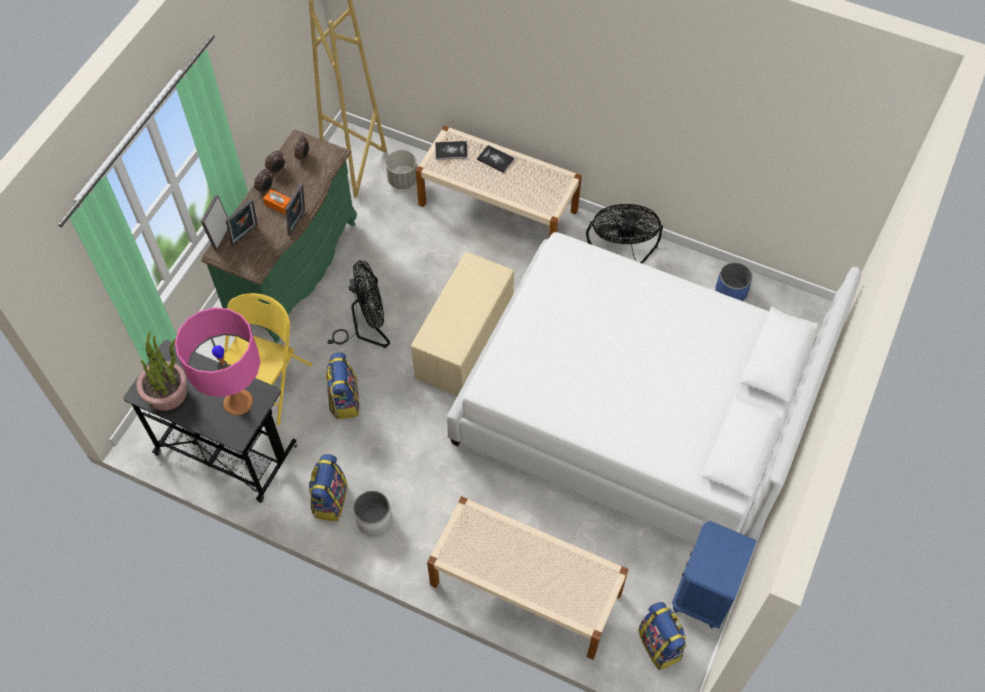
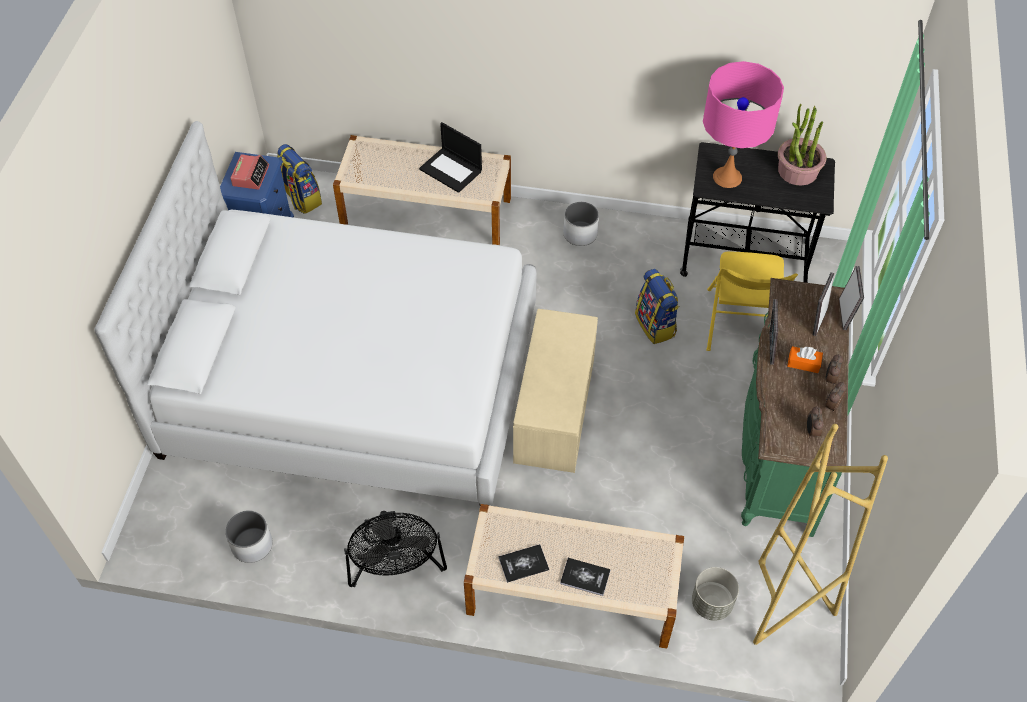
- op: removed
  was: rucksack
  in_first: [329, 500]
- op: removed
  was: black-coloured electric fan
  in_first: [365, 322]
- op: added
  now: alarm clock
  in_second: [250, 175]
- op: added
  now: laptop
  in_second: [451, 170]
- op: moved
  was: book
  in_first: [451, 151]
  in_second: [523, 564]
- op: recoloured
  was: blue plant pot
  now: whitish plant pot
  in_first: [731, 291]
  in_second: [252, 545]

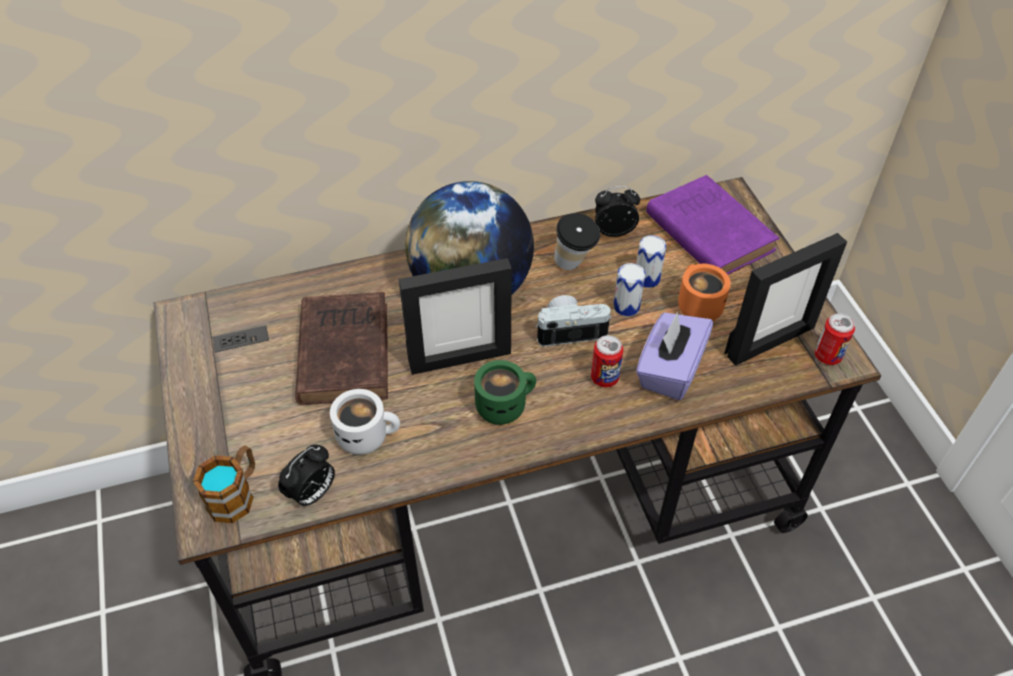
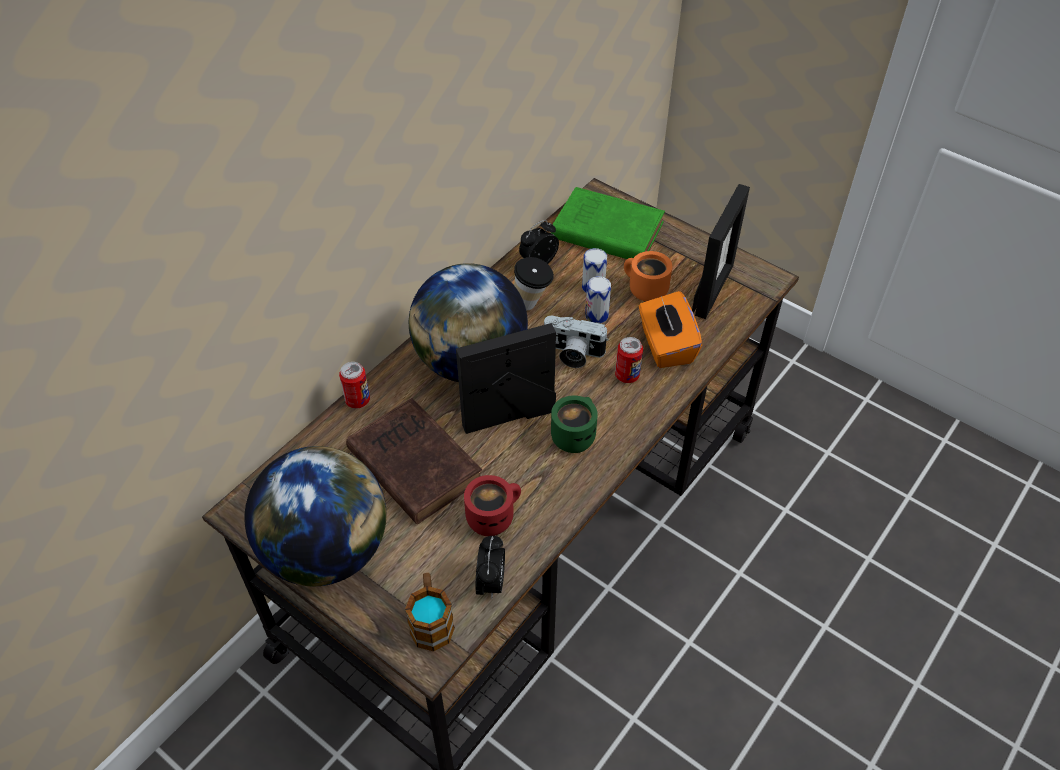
- op: added
  now: globe
  in_second: [327, 551]
- op: moved
  was: can
  in_first: [827, 356]
  in_second: [357, 400]
- op: recoloured
  was: whitish mug
  now: reddish mug
  in_first: [367, 435]
  in_second: [492, 515]
- op: recoloured
  was: purple-coloured tissue box
  now: orange-coloured tissue box
  in_first: [669, 370]
  in_second: [665, 346]
- op: recoloured
  was: purple-coloured book
  now: green-coloured book
  in_first: [707, 230]
  in_second: [604, 230]
- op: turned
  was: standing frame
  in_first: [459, 357]
  in_second: [509, 418]
  clockwise: -150
- op: turned
  was: still camera
  in_first: [570, 329]
  in_second: [572, 353]
  clockwise: -120

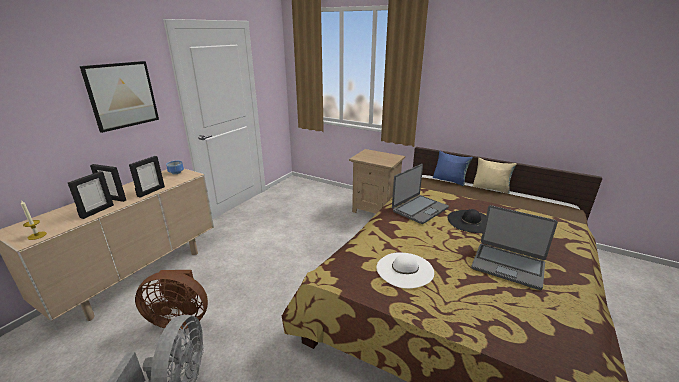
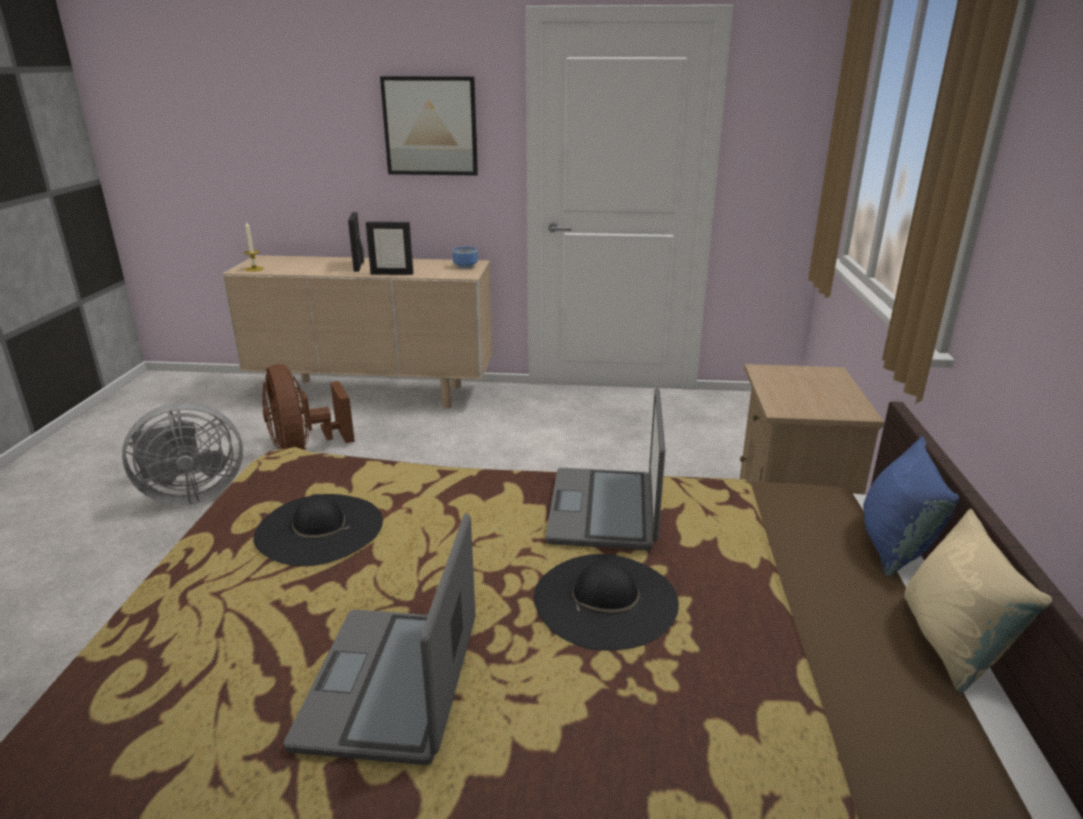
- op: removed
  was: standing frame
  in_first: [97, 211]
- op: recoloured
  was: whitish hat
  now: black-coloured hat
  in_first: [404, 269]
  in_second: [319, 528]
- op: turned
  was: laptop
  in_first: [419, 209]
  in_second: [605, 510]
  clockwise: 75

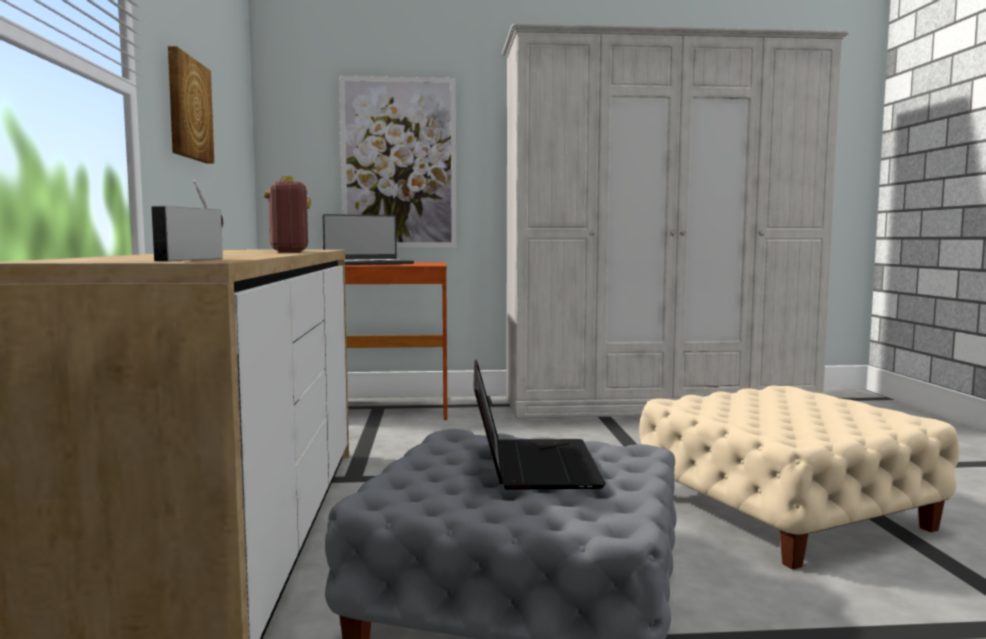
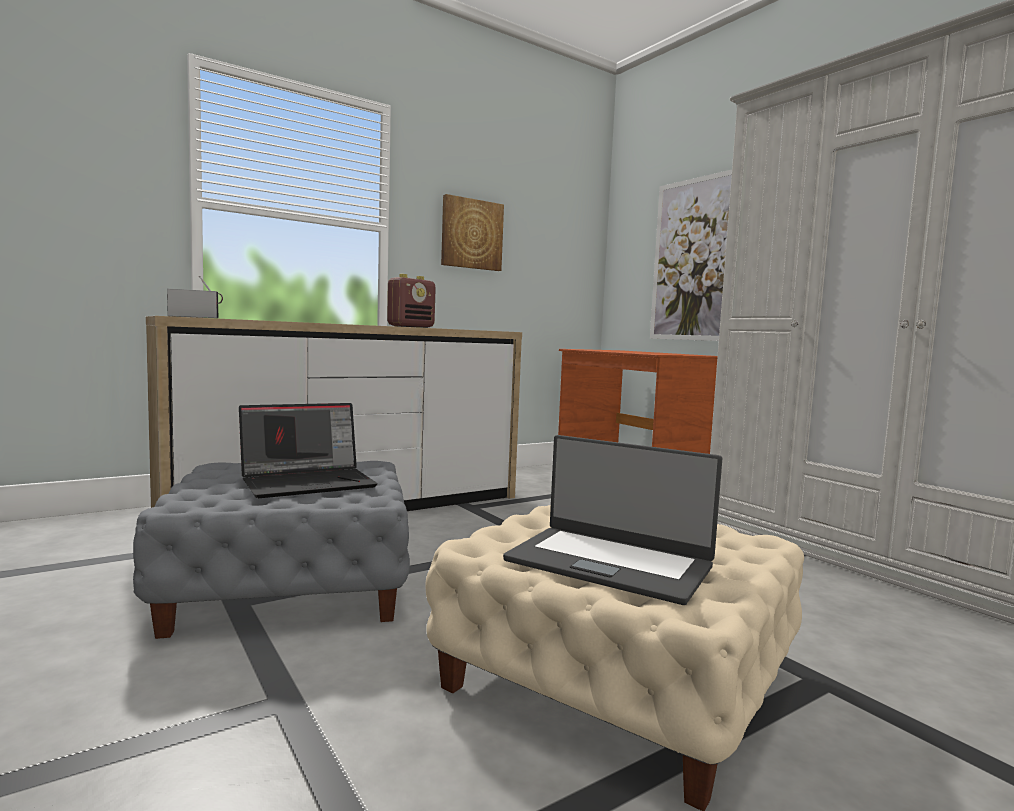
- op: moved
  was: laptop
  in_first: [368, 263]
  in_second: [610, 563]

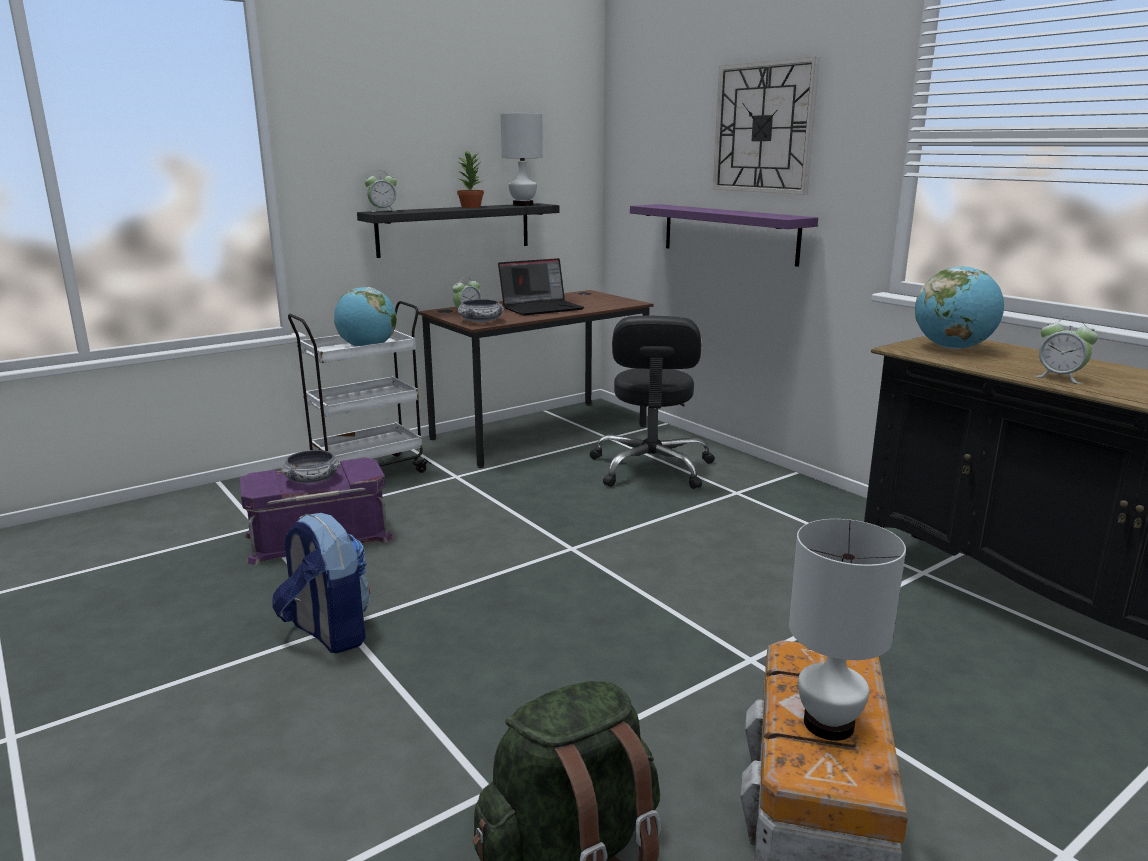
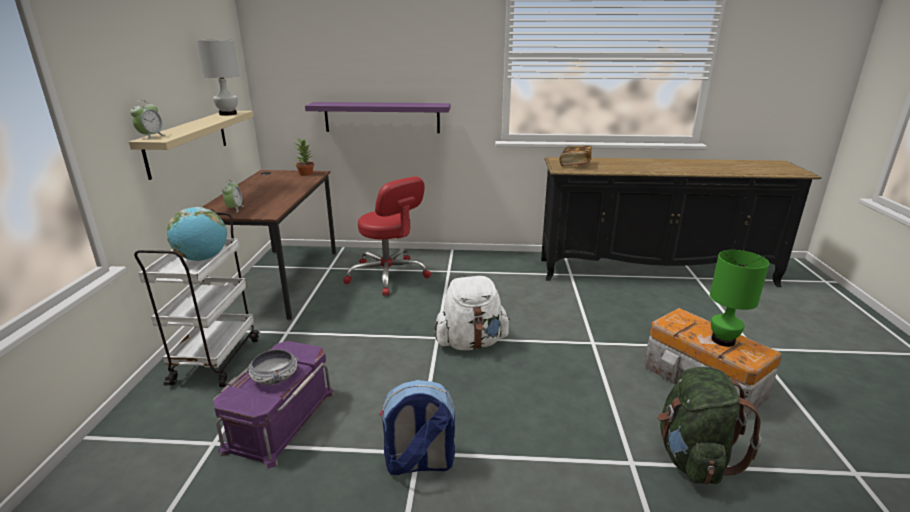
- op: removed
  was: serving bowl
  in_first: [481, 321]
- op: removed
  was: laptop
  in_first: [542, 308]
- op: removed
  was: clock on the wall
  in_first: [763, 128]
- op: removed
  was: alarm clock
  in_first: [1060, 377]
- op: added
  now: whitish rucksack
  in_second: [471, 343]
- op: moved
  was: plant in a pot
  in_first: [471, 207]
  in_second: [306, 174]
- op: replaced
  was: globe
  now: book
  in_first: [953, 348]
  in_second: [575, 164]
- op: recoloured
  was: black-coloured wall shelf
  now: sand-coloured wall shelf
  in_first: [455, 229]
  in_second: [188, 142]
- op: recoloured
  was: black-coloured computer chair
  now: reddish computer chair
  in_first: [651, 470]
  in_second: [389, 277]
- op: recoloured
  was: whitish tabletop lamp
  now: green-coloured tabletop lamp
  in_first: [827, 723]
  in_second: [722, 340]

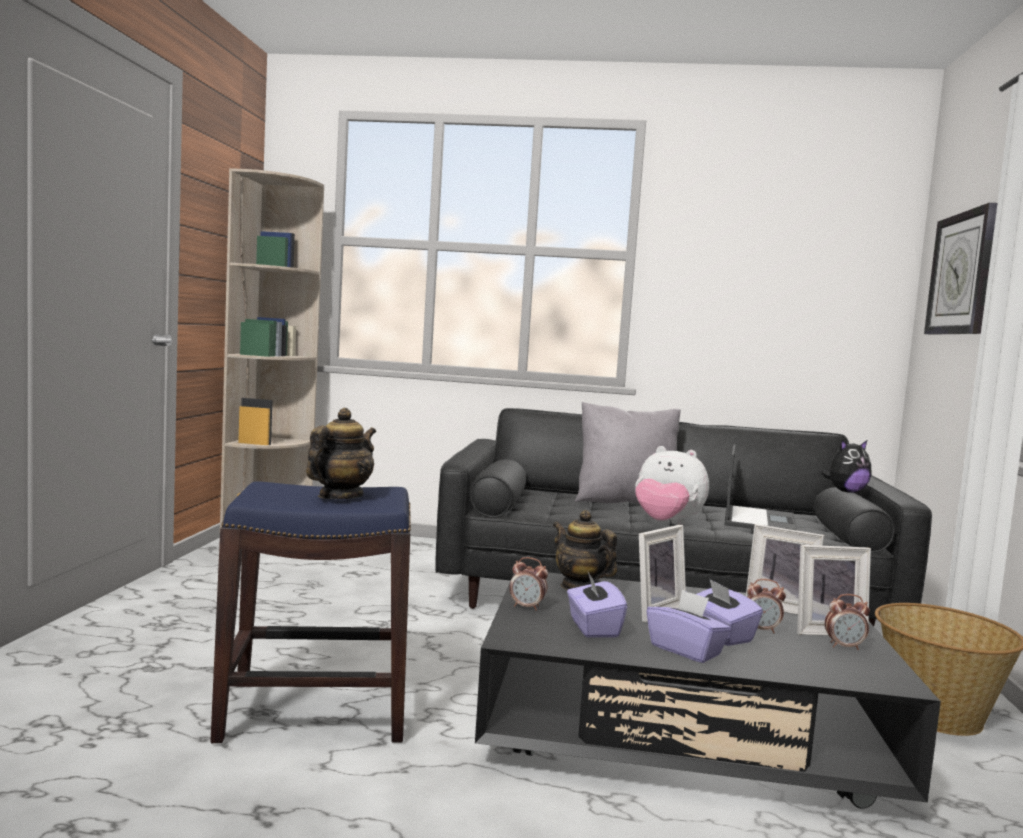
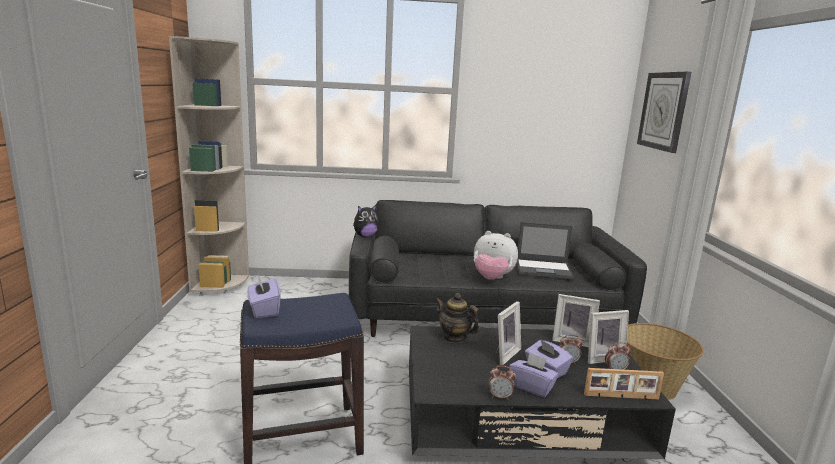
- op: removed
  was: pot for tea
  in_first: [340, 496]
- op: removed
  was: grey cushion
  in_first: [625, 502]
- op: added
  now: standing frame
  in_second: [621, 397]
- op: moved
  was: alarm clock
  in_first: [527, 607]
  in_second: [500, 397]
- op: moved
  was: purple-coloured tissue box
  in_first: [593, 627]
  in_second: [264, 310]
- op: moved
  was: cuddly toy
  in_first: [845, 492]
  in_second: [365, 236]
- op: turned
  was: laptop
  in_first: [759, 520]
  in_second: [544, 269]
  clockwise: 90

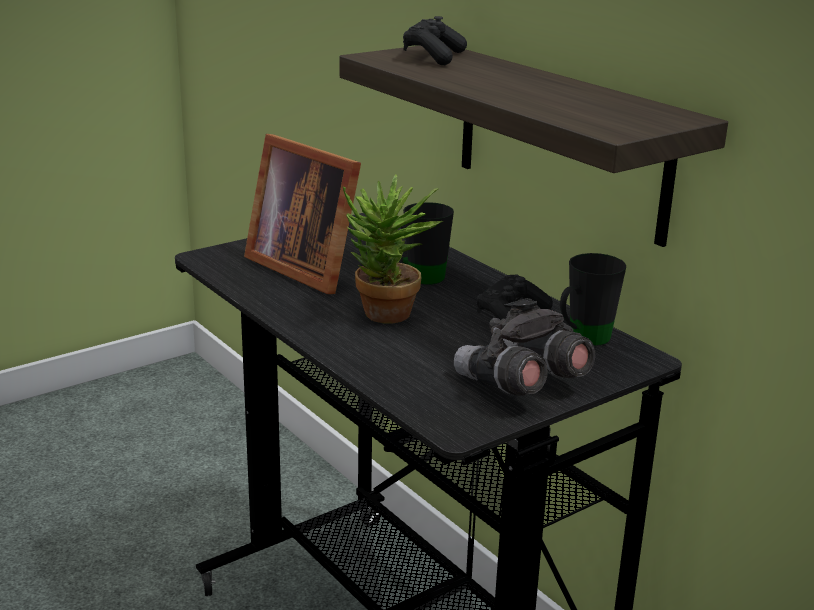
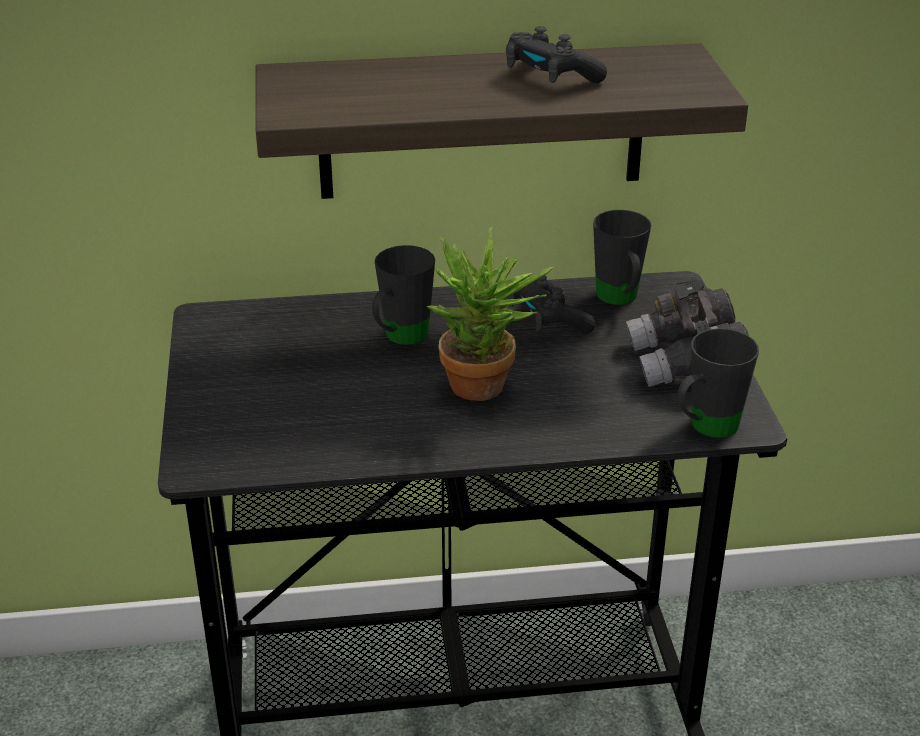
- op: removed
  was: standing frame
  in_first: [305, 267]
- op: added
  now: black-coloured mug
  in_second: [705, 429]
- op: moved
  was: black-coloured game controller
  in_first: [433, 57]
  in_second: [550, 77]

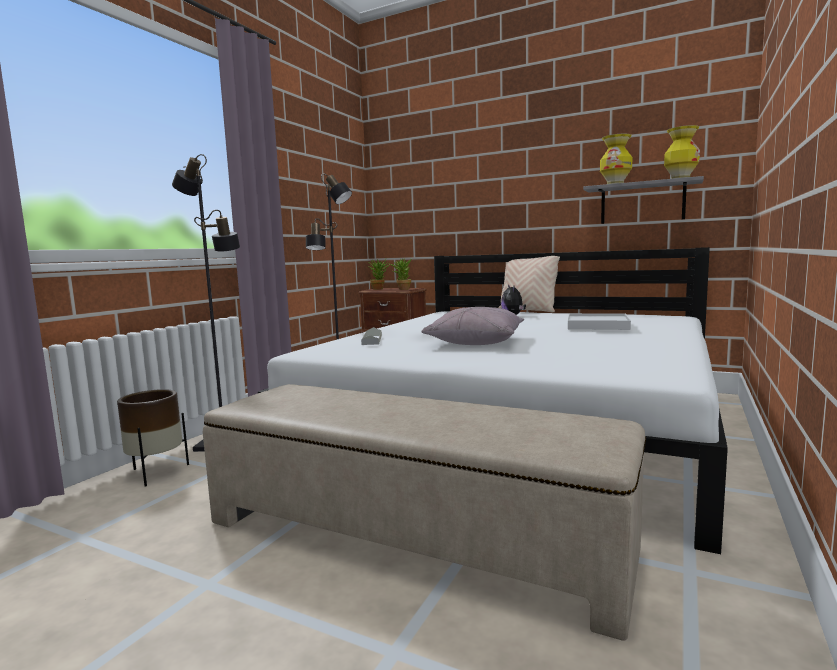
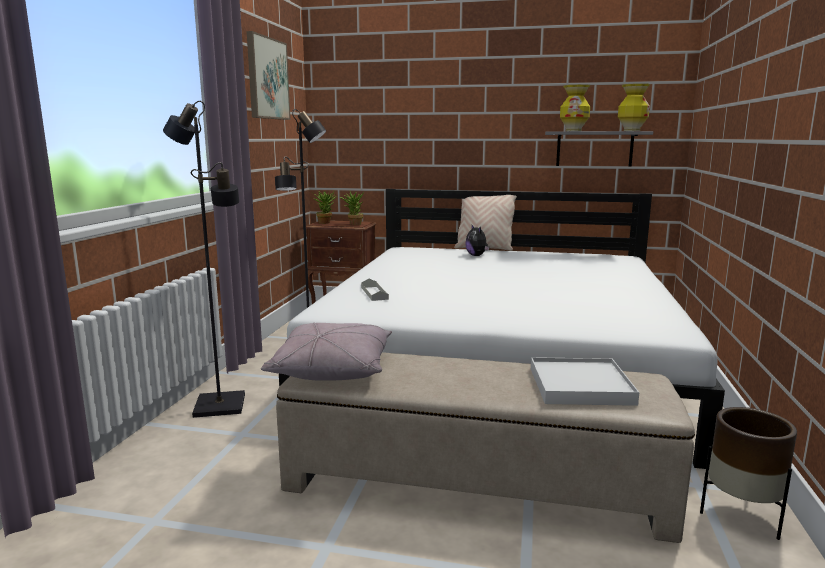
- op: added
  now: picture
  in_second: [267, 78]
- op: moved
  was: brown-coloured plant pot
  in_first: [157, 473]
  in_second: [742, 515]
- op: moved
  was: purple-coloured cushion
  in_first: [475, 342]
  in_second: [332, 369]
- op: moved
  was: whitish tray
  in_first: [597, 325]
  in_second: [580, 386]

